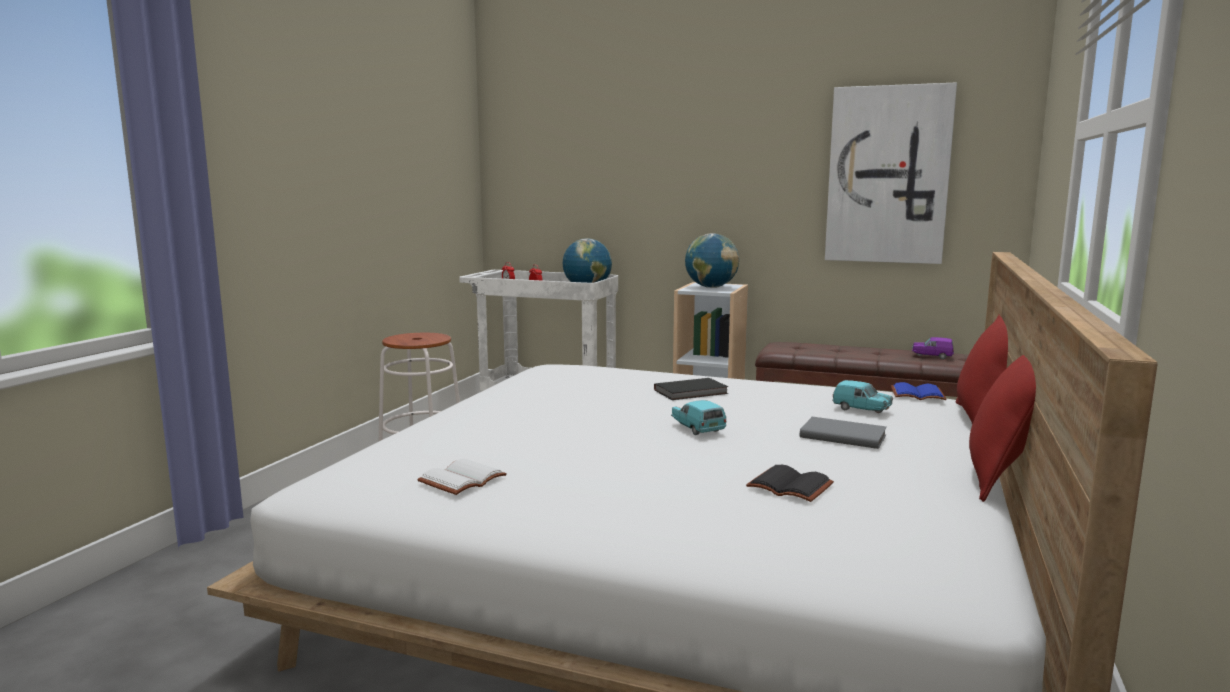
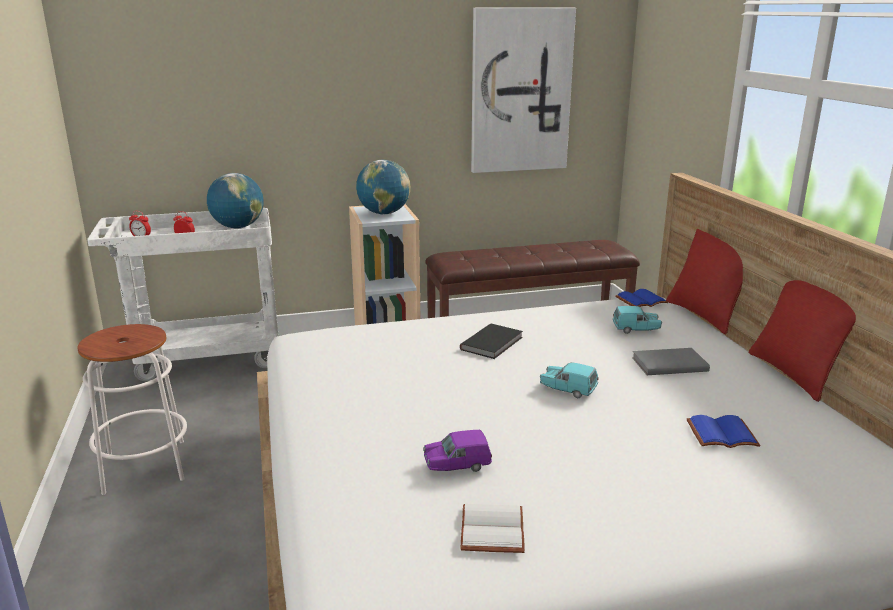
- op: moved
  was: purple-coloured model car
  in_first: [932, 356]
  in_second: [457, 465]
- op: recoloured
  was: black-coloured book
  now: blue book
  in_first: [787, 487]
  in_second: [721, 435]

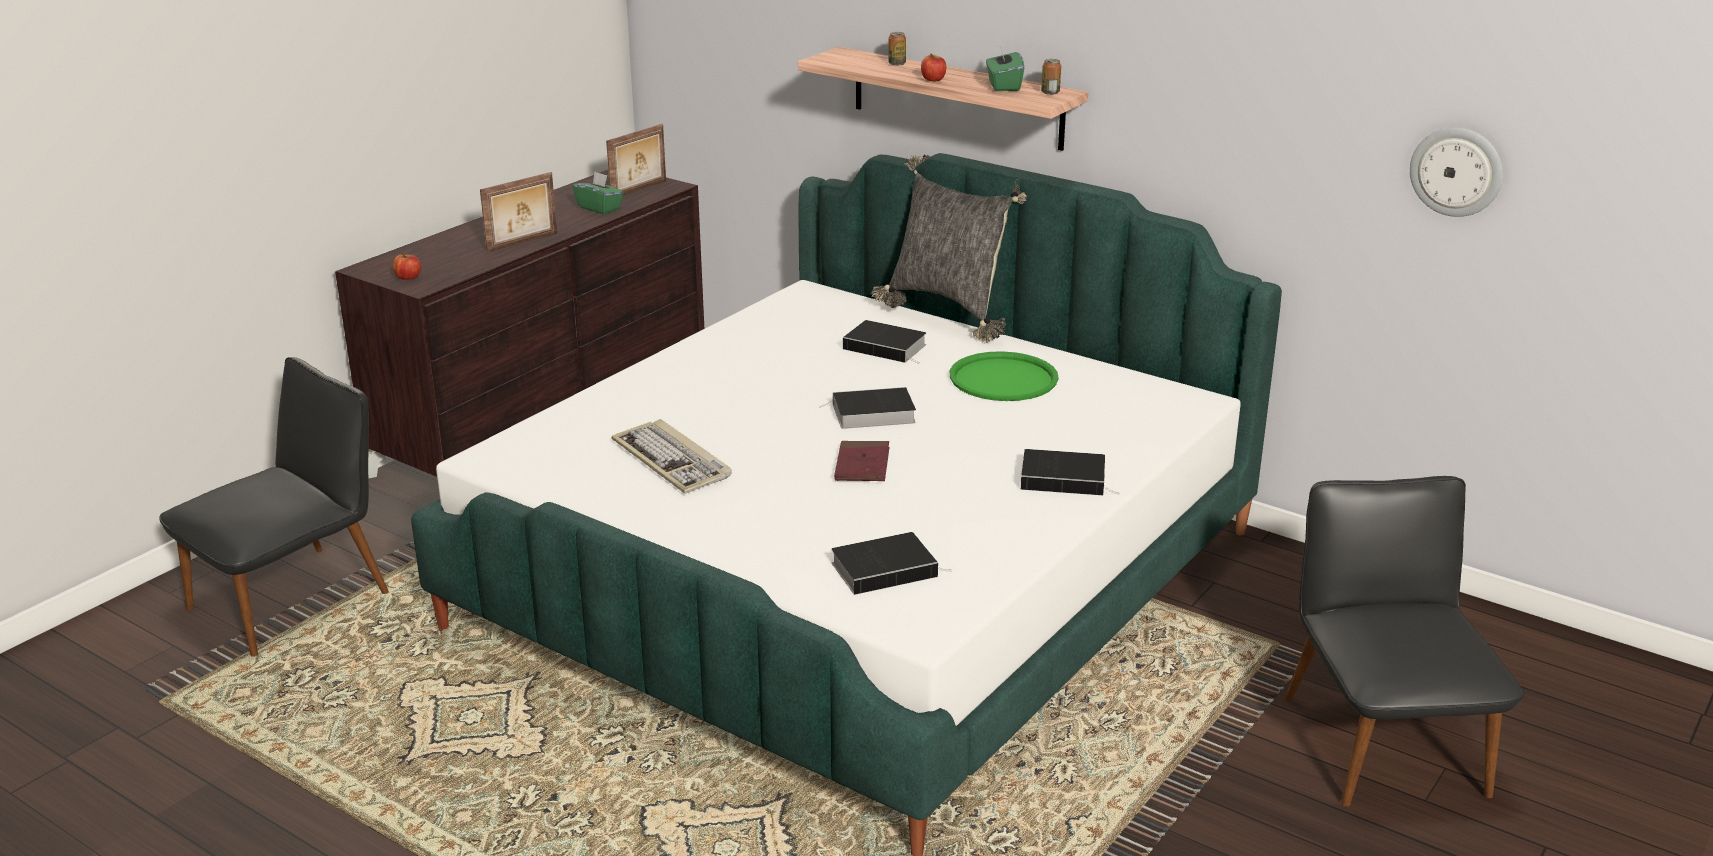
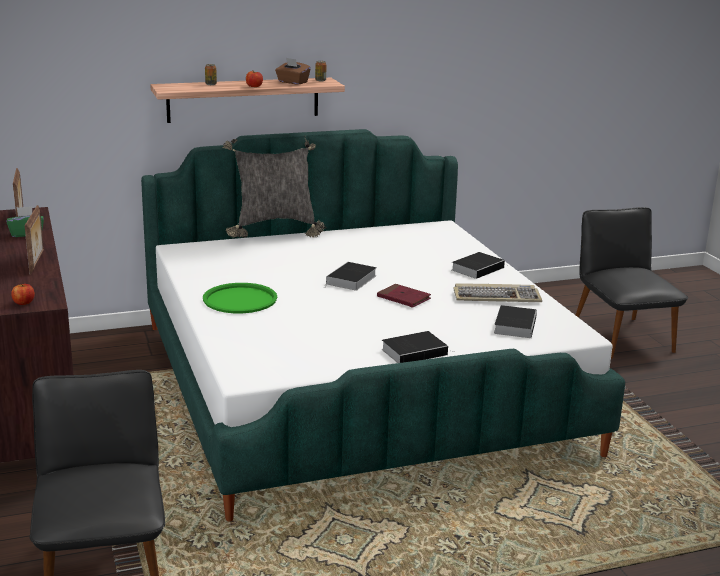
- op: removed
  was: clock on the wall
  in_first: [1456, 171]
- op: moved
  was: computer keyboard
  in_first: [673, 461]
  in_second: [497, 296]
- op: moved
  was: book
  in_first: [887, 347]
  in_second: [415, 351]
- op: moved
  was: green-coloured tray
  in_first: [1003, 378]
  in_second: [240, 299]
- op: recoloured
  was: green-coloured tissue box
  now: brown-coloured tissue box
  in_first: [1003, 86]
  in_second: [292, 82]
- op: turned
  was: black-coloured upright chair
  in_first: [1384, 745]
  in_second: [622, 337]
  clockwise: 45

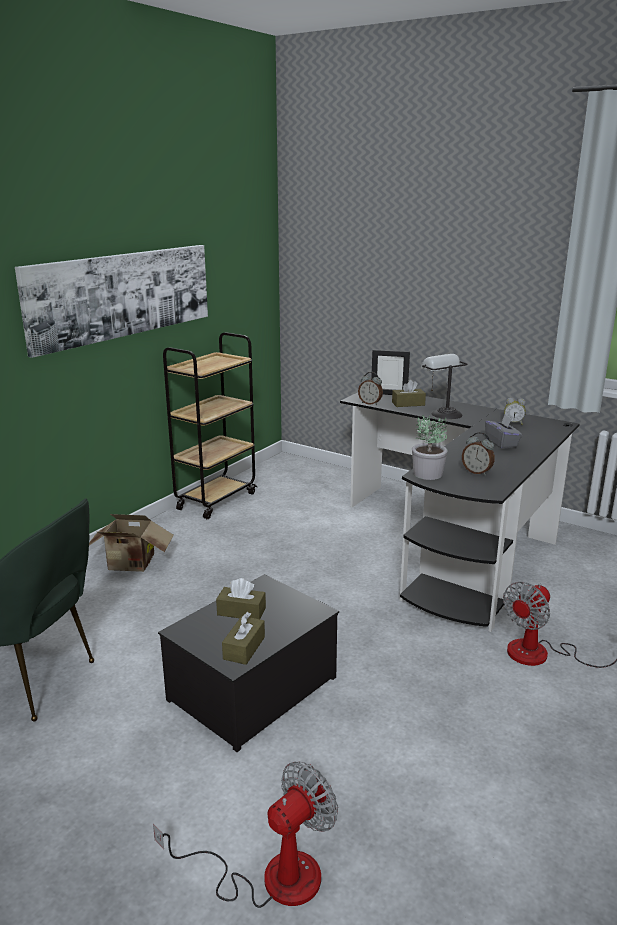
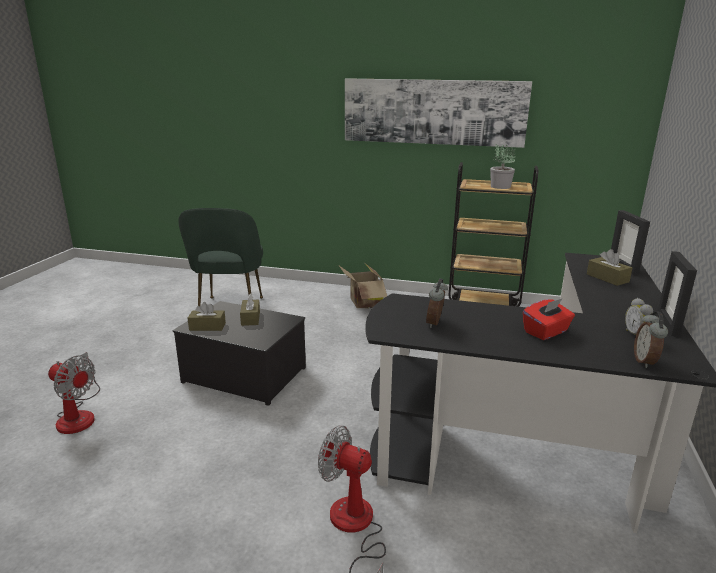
- op: removed
  was: tabletop lamp
  in_first: [442, 412]
- op: added
  now: standing frame
  in_second: [669, 324]
- op: moved
  was: alarm clock
  in_first: [370, 403]
  in_second: [645, 362]
- op: moved
  was: plant in a pot
  in_first: [428, 474]
  in_second: [500, 187]
- op: recoloured
  was: grey tissue box
  now: reddish tissue box
  in_first: [502, 443]
  in_second: [546, 332]

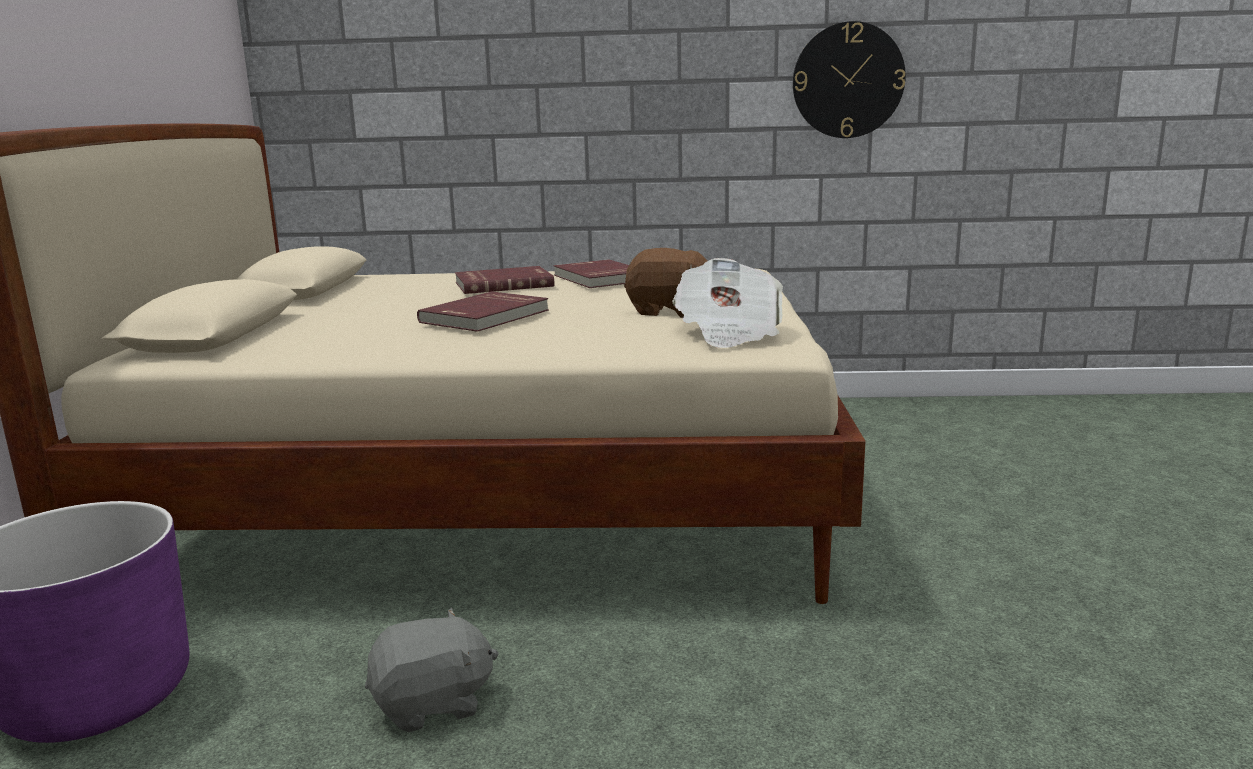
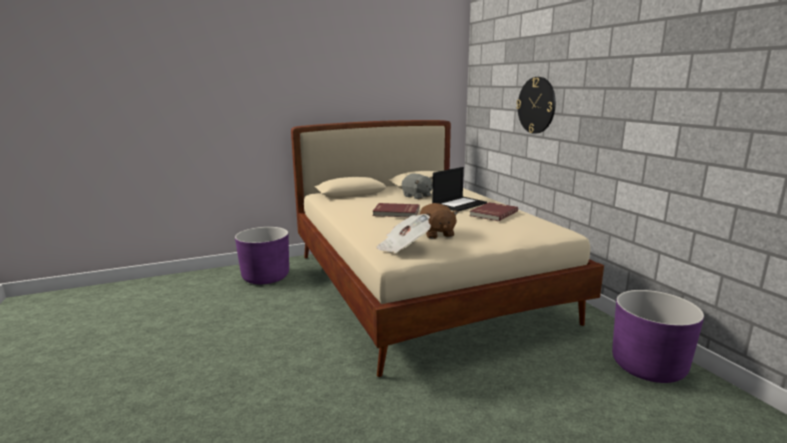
- op: added
  now: purple-coloured plant pot
  in_second: [648, 366]
- op: moved
  was: grey cuddly toy
  in_first: [433, 704]
  in_second: [417, 196]
- op: moved
  was: clock on the wall
  in_first: [848, 80]
  in_second: [536, 105]
- op: replaced
  was: reddish book
  now: laptop
  in_first: [503, 284]
  in_second: [459, 204]

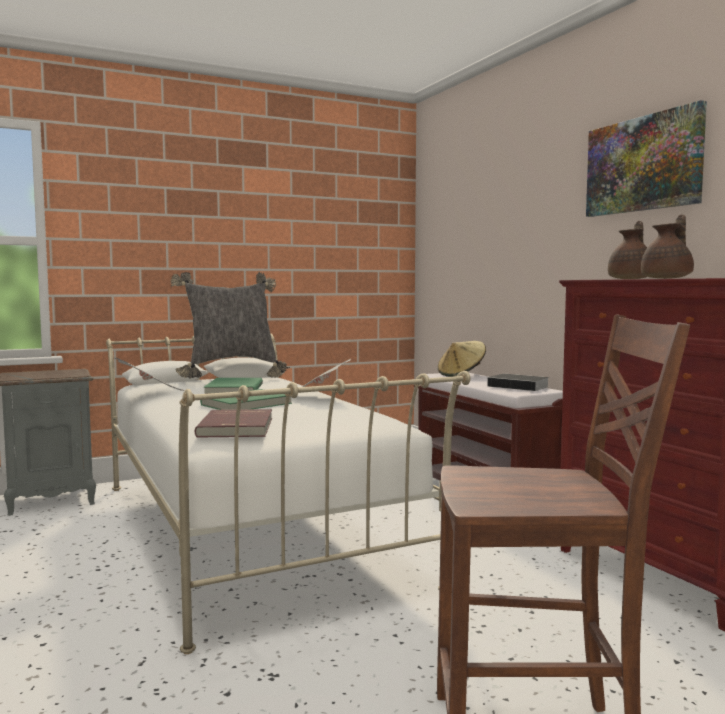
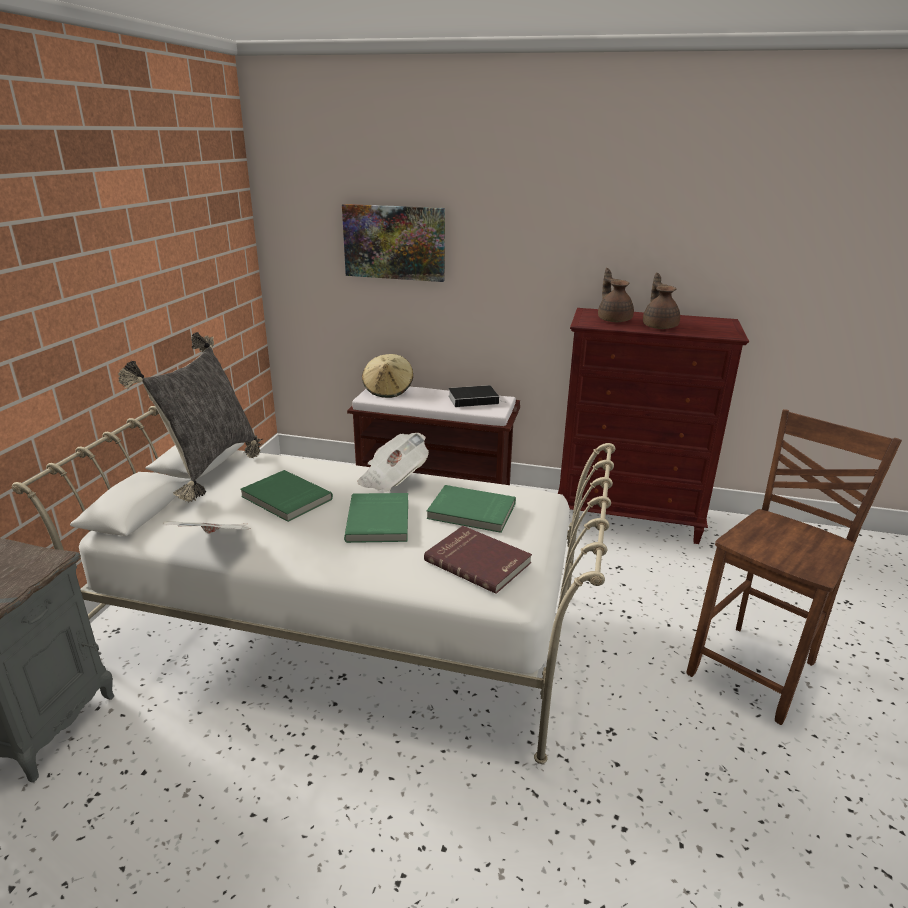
- op: added
  now: green-coloured book
  in_second: [471, 512]
- op: moved
  was: picture
  in_first: [643, 164]
  in_second: [394, 242]

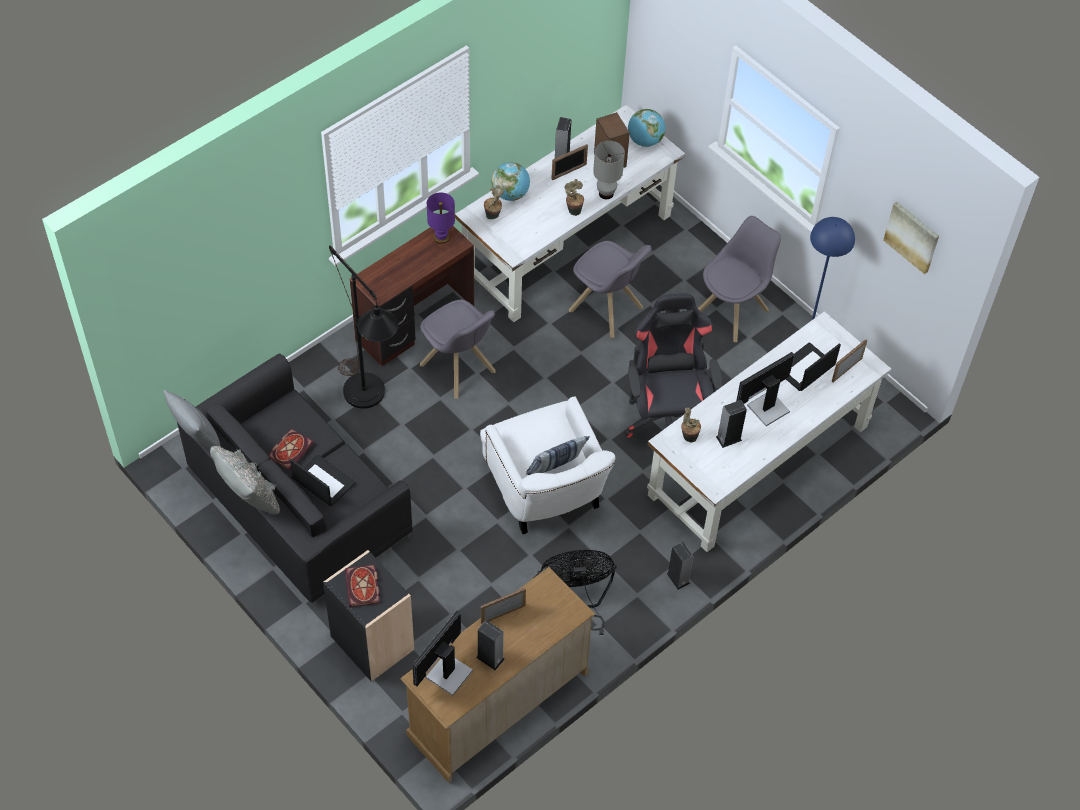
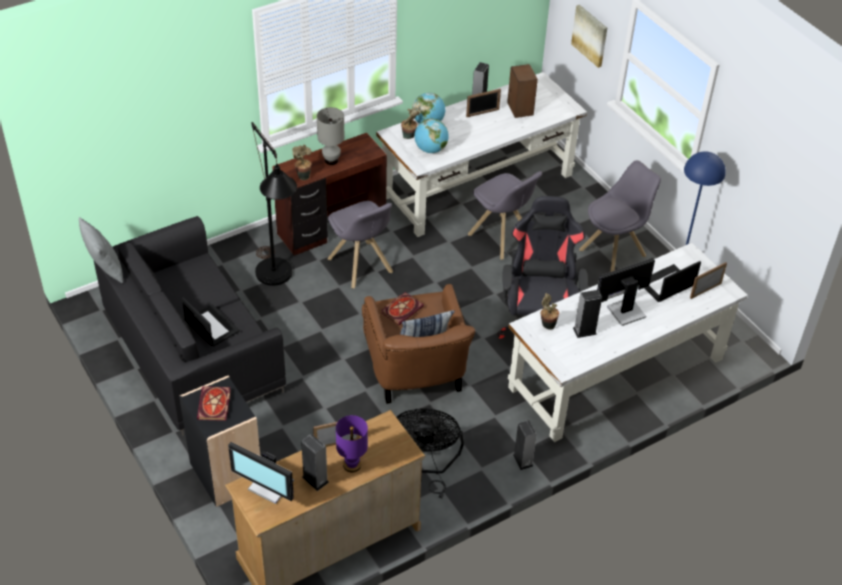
- op: removed
  was: grey cushion
  in_first: [250, 496]
- op: moved
  was: book
  in_first: [290, 449]
  in_second: [402, 309]
- op: moved
  was: purple-coloured tabletop lamp
  in_first: [441, 237]
  in_second: [351, 465]
- op: moved
  was: plant in a pot
  in_first: [573, 210]
  in_second: [303, 175]
- op: moved
  was: grey tabletop lamp
  in_first: [606, 194]
  in_second: [331, 161]
- op: moved
  was: globe
  in_first: [645, 141]
  in_second: [430, 149]
- op: moved
  was: picture
  in_first: [912, 236]
  in_second: [590, 35]
- op: recoloured
  was: whitish armchair
  now: brown-coloured armchair
  in_first: [545, 490]
  in_second: [415, 370]
- op: turned
  was: computer screen
  in_first: [447, 673]
  in_second: [270, 487]
  clockwise: -105

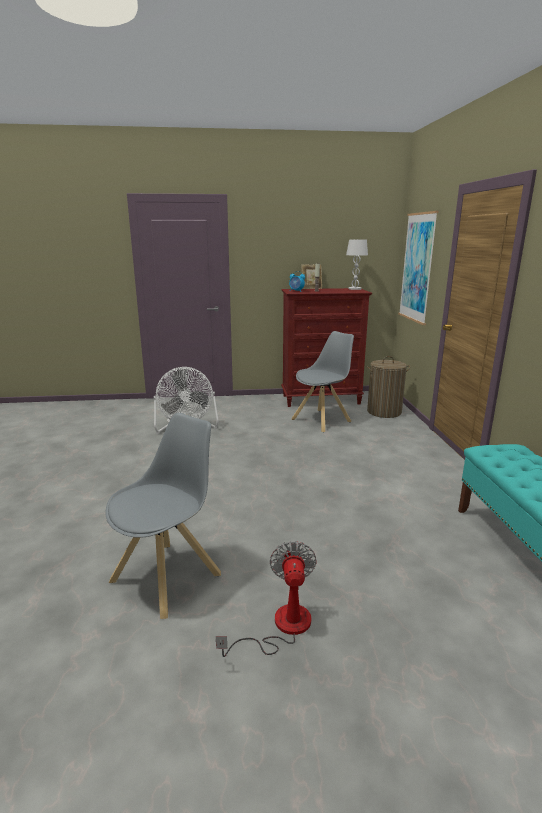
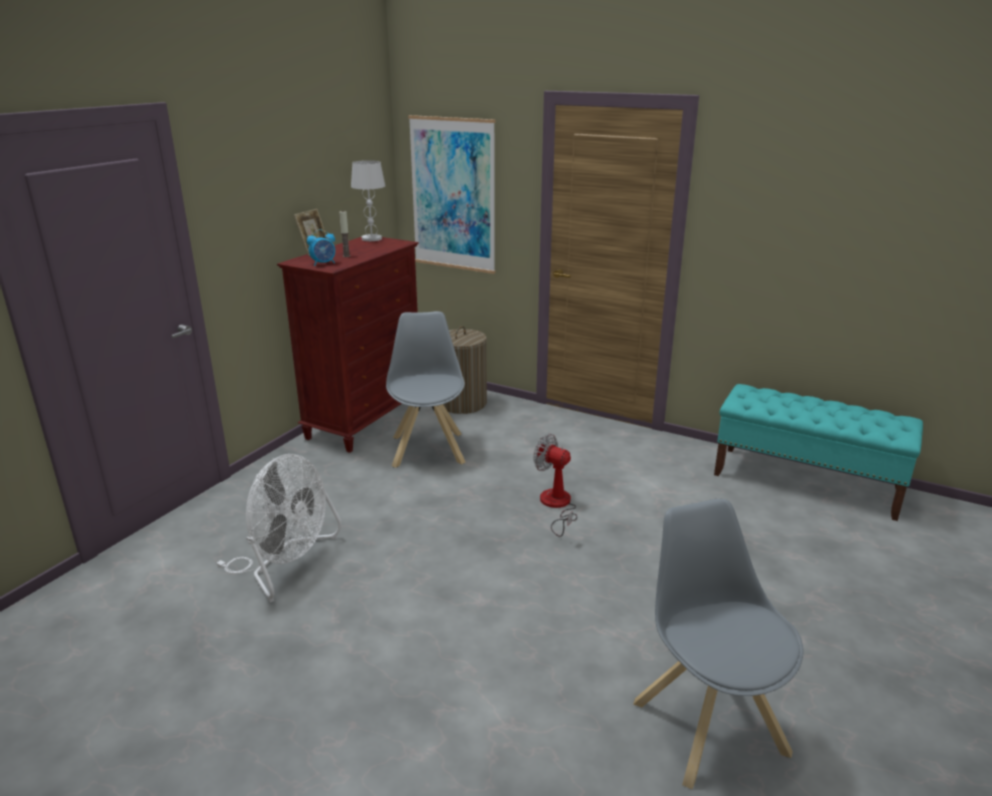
- op: moved
  was: electric fan
  in_first: [281, 627]
  in_second: [556, 506]

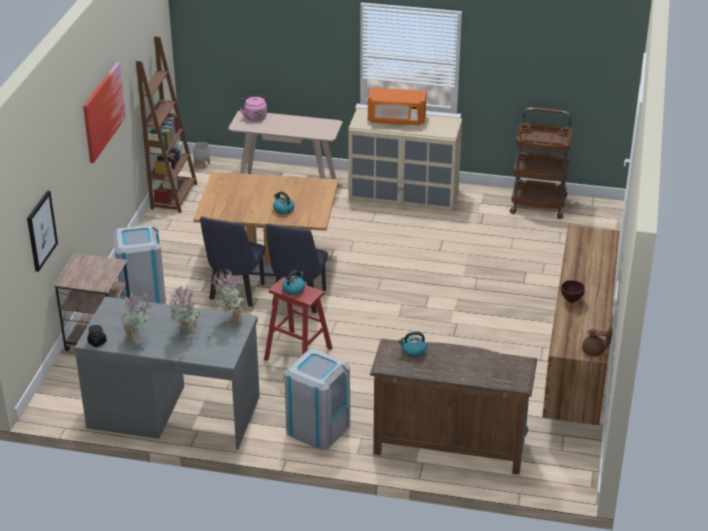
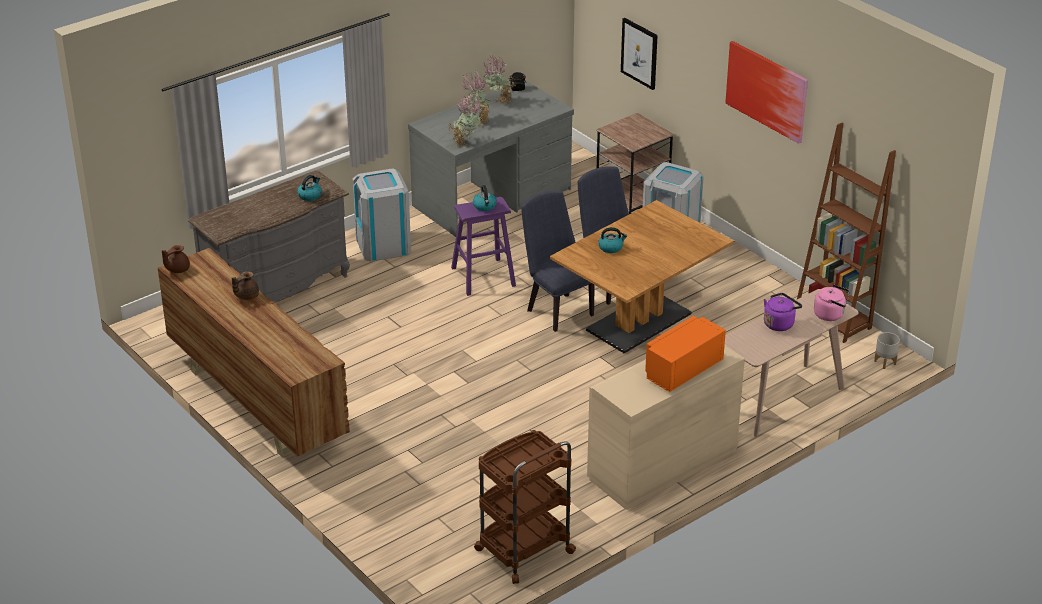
- op: added
  now: purple-coloured water kettle
  in_second: [779, 323]
- op: replaced
  was: brown-coloured serving bowl
  now: brown-coloured pot for tea
  in_first: [571, 301]
  in_second: [246, 296]
- op: recoloured
  was: reddish stool seat
  now: purple-coloured stool seat
  in_first: [298, 354]
  in_second: [483, 276]

